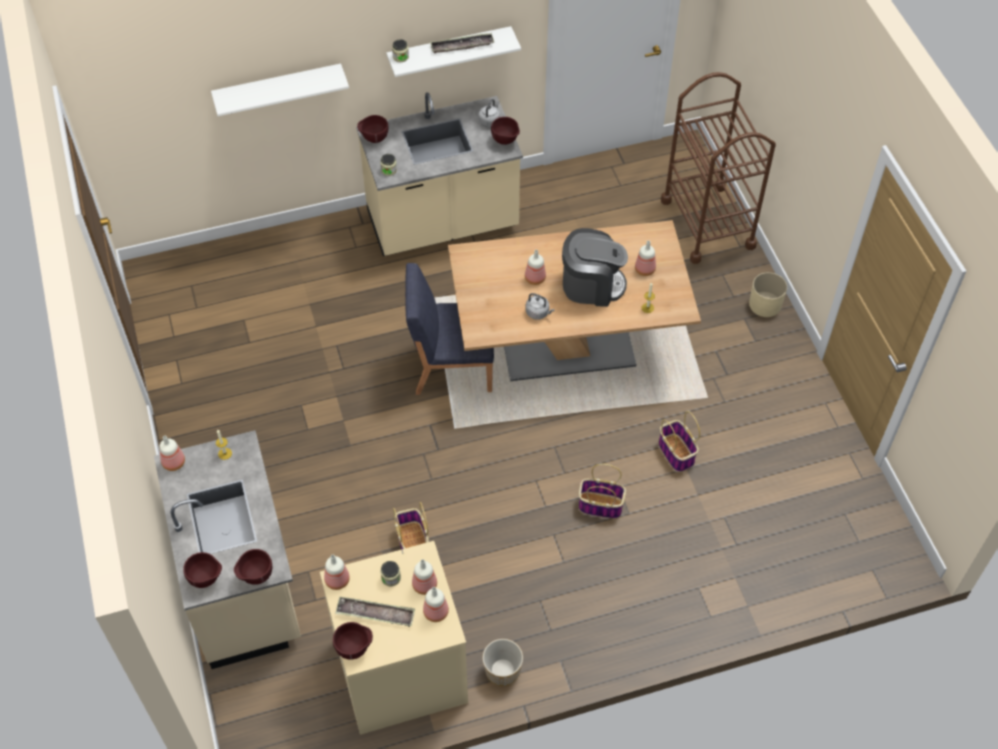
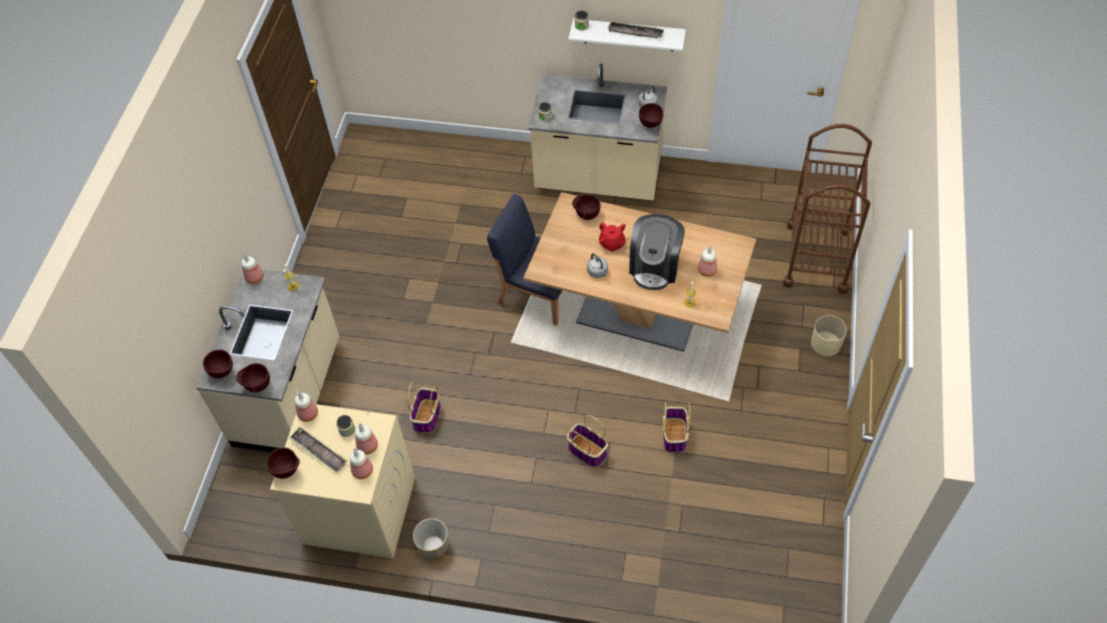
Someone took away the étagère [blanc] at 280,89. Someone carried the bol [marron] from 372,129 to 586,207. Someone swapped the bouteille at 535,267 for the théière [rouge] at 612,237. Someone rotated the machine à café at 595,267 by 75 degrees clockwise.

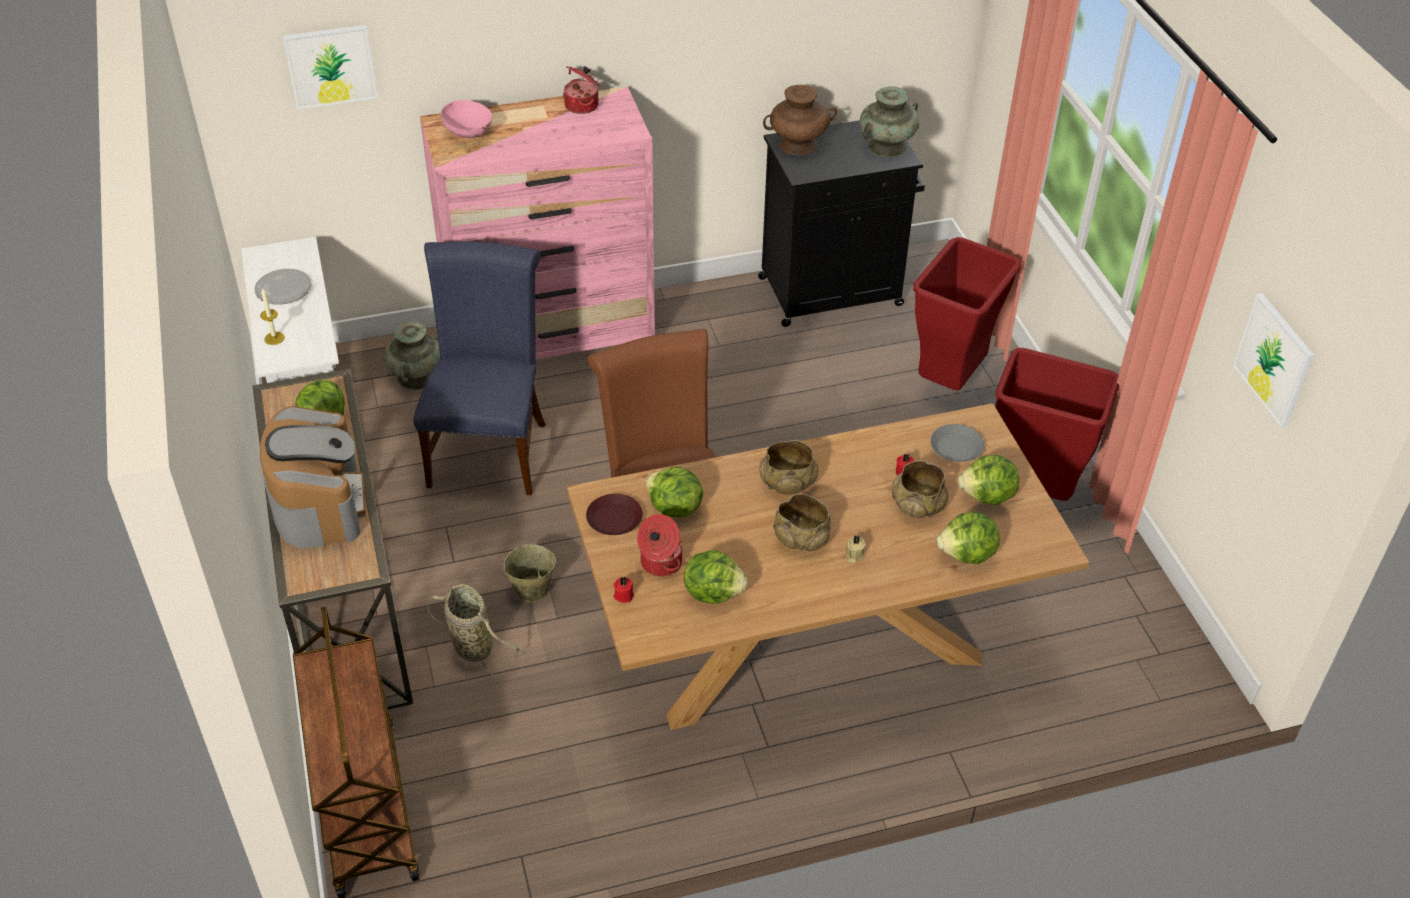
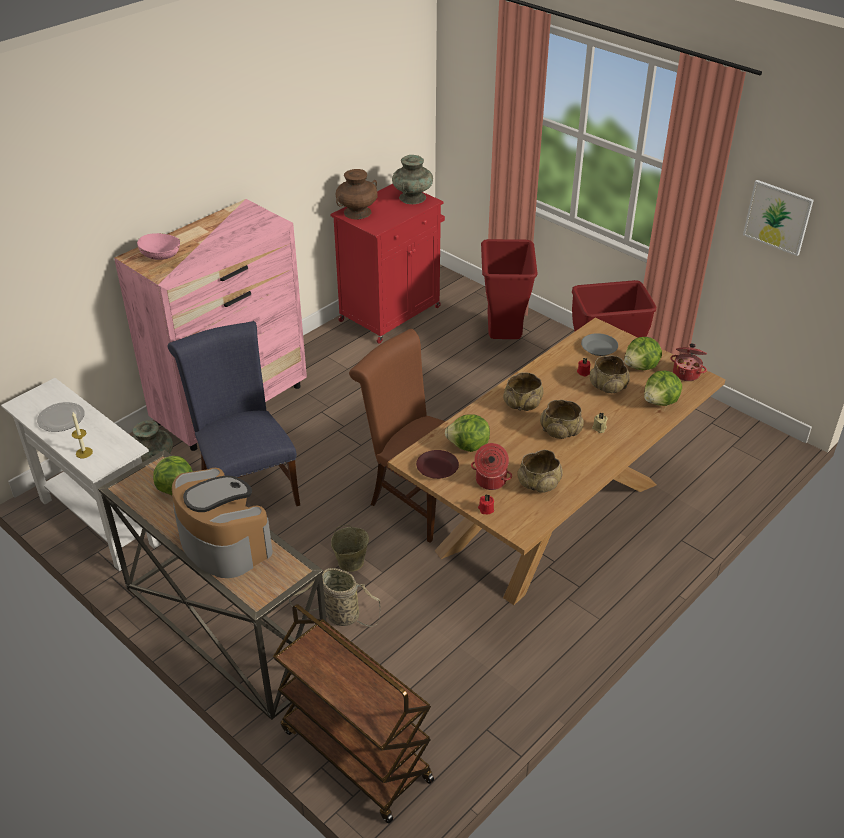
Someone took away the tableau at 330,67. Someone carried the marmite from 581,90 to 688,362. Someone swapped the laitue at 716,577 for the bol [beige] at 540,471. Someone repainted the meuble de rangement [noir] at 841,223, which became the meuble de rangement [rouge] at 388,264.

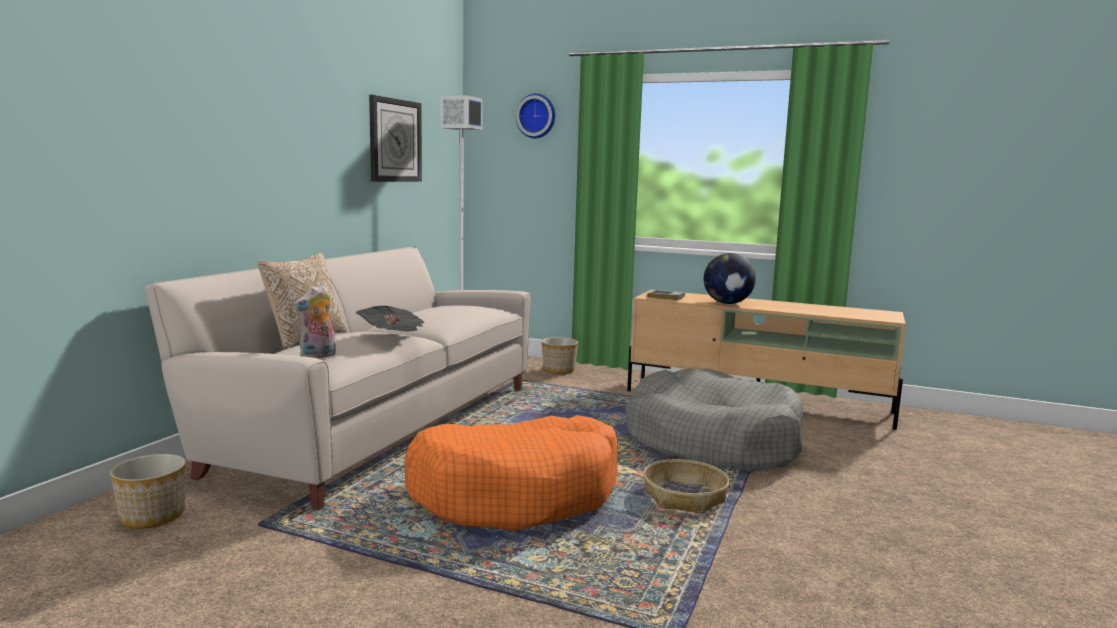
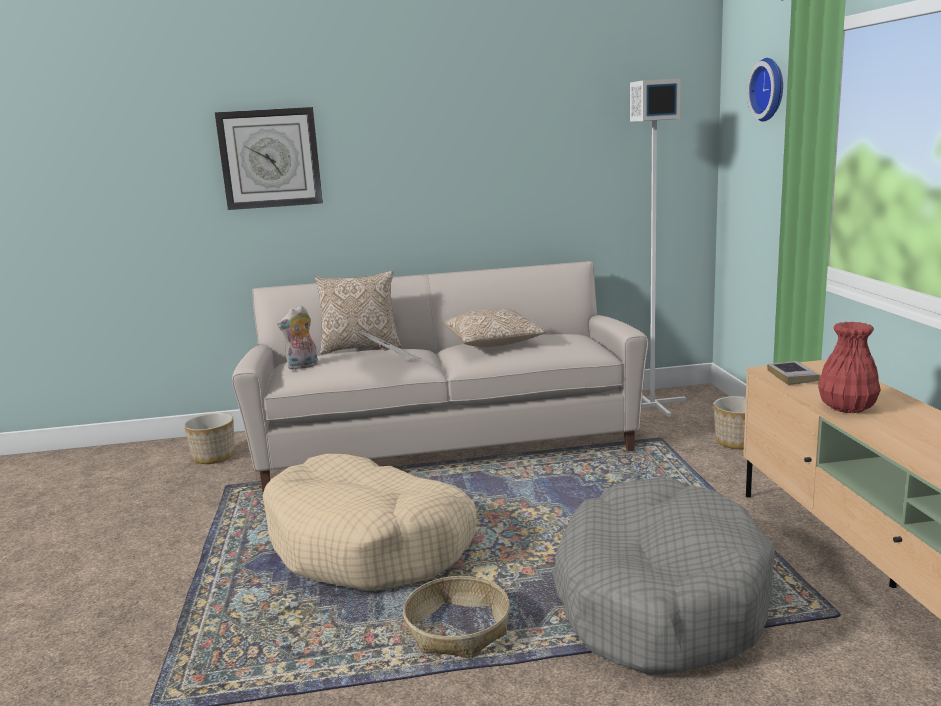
Someone rotated the peluche at 314,321 by 45 degrees counterclockwise. Someone carried the horloge murale from 395,138 to 269,158. Someone repainted the panier pour chien [orange] at 511,473, which became the panier pour chien [beige] at 369,522. Someone swapped the globe at 729,278 for the vase [rouge] at 849,367. Someone put down the coussin at 495,327.

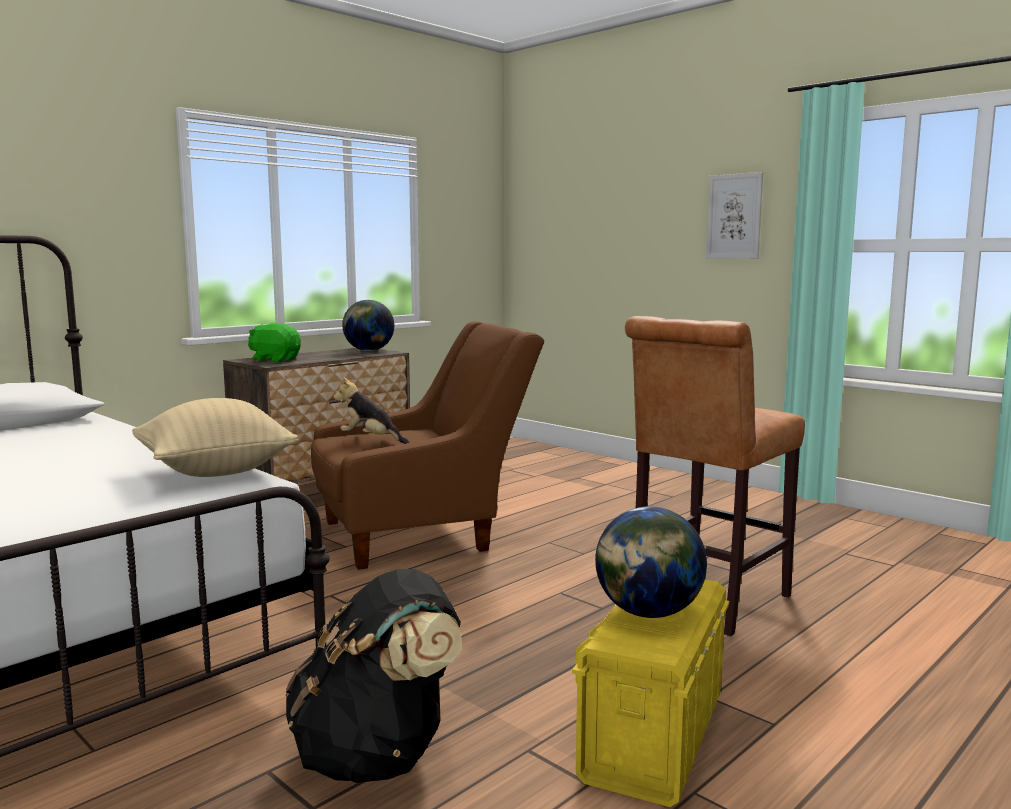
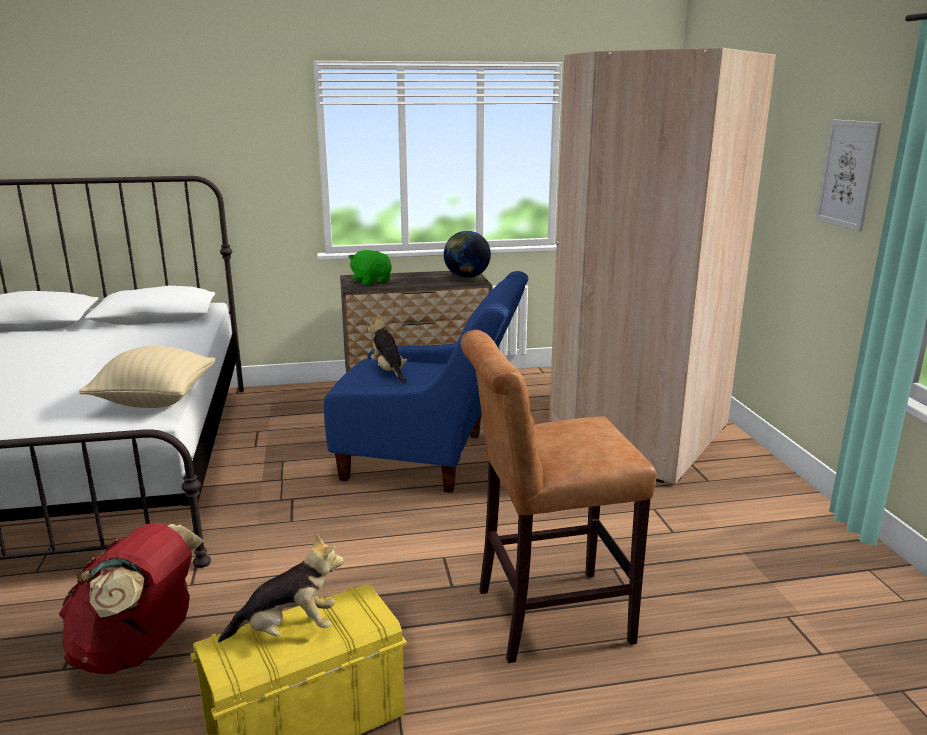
Someone repainted the sac à dos [noir] at 373,676, which became the sac à dos [rouge] at 131,598. Someone repainted the fauteuil [marron] at 427,445, which became the fauteuil [bleu] at 426,382. Someone swapped the globe at 651,562 for the peluche at 281,587. Someone put down the armoire [beige] at 662,266.

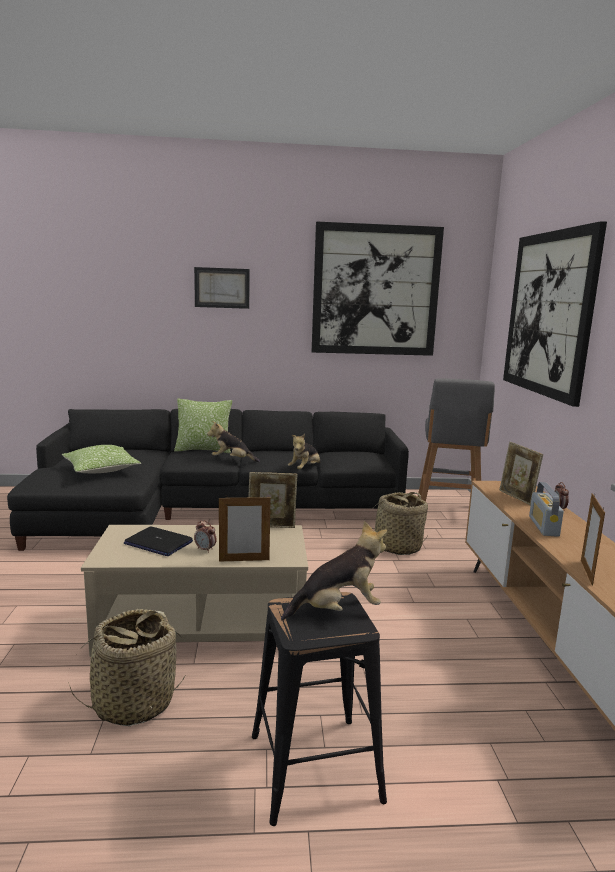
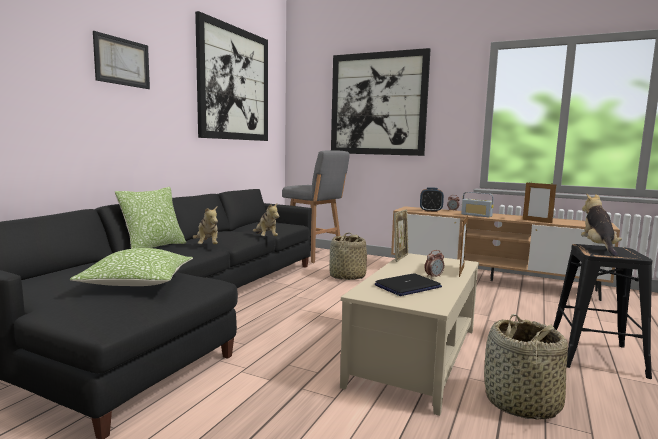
Someone rotated the peluche at 233,441 by 60 degrees counterclockwise. Someone swapped the cadre photo at 521,474 for the réveil at 432,199.

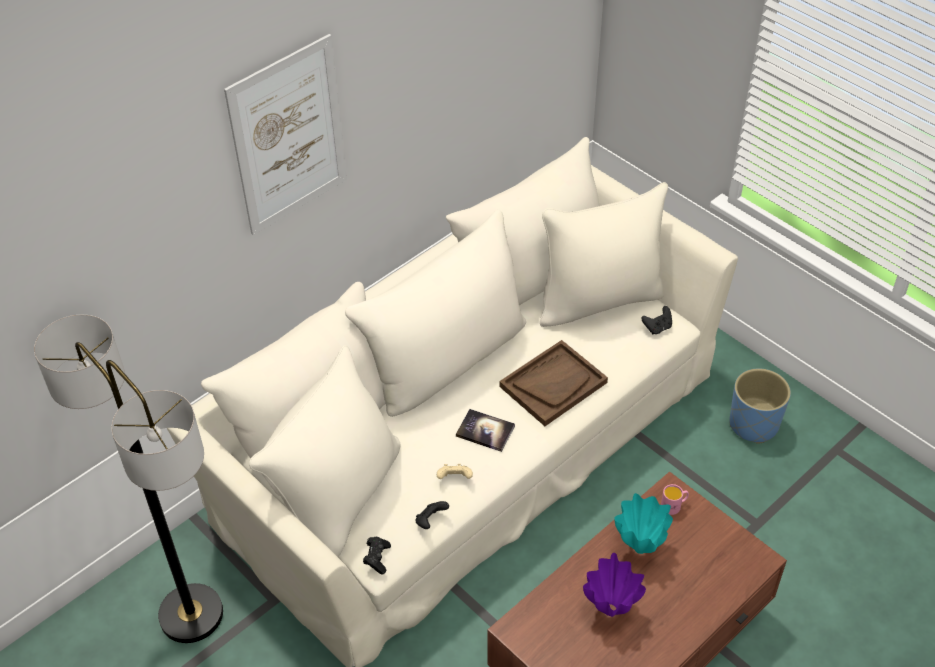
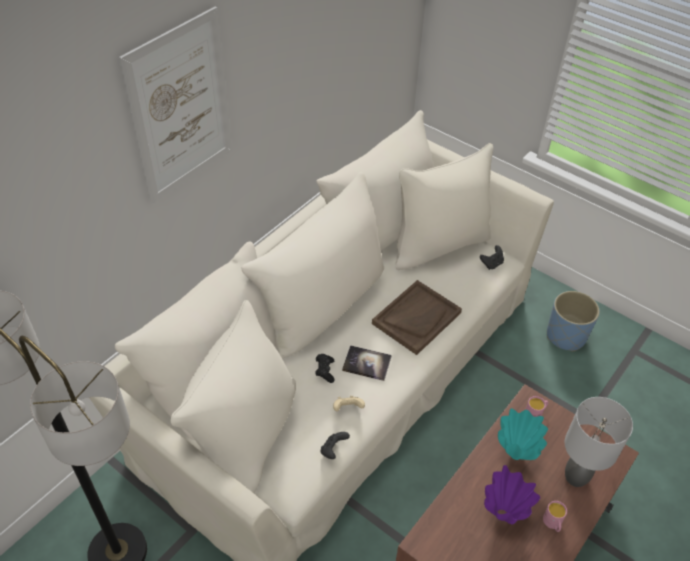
Someone carried the manette [noir] from 377,556 to 325,368. Someone put down the mug [rose] at 555,516. Someone put down the lampe de table [gris] at 599,442.

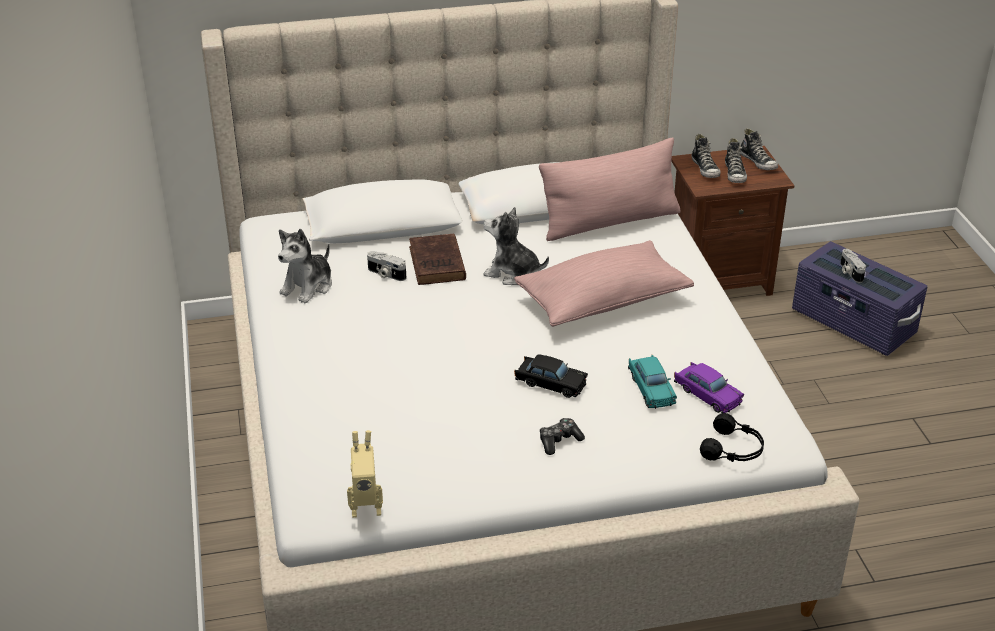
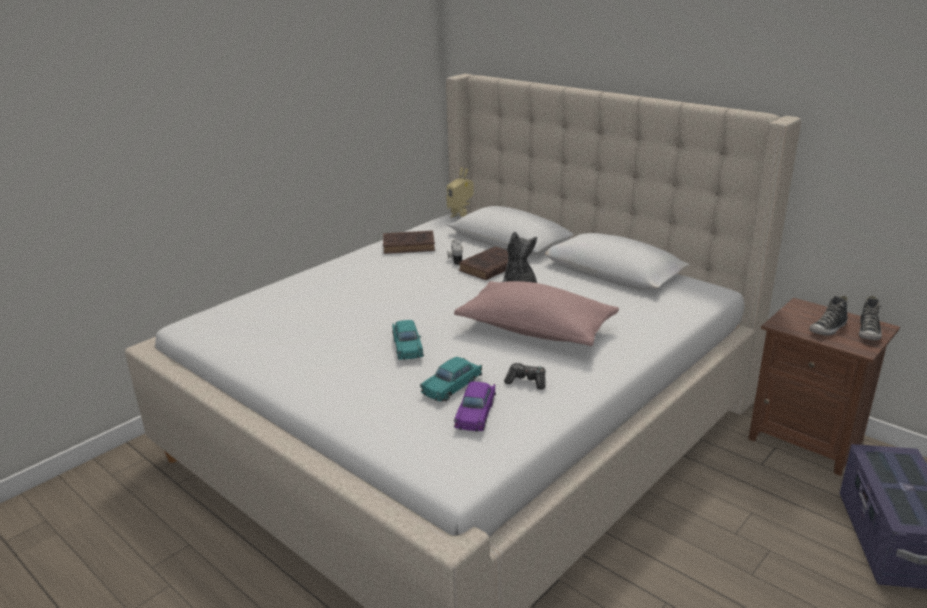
Someone swapped the peluche at 305,266 for the livre [marron] at 409,242. Someone carried the robot jouet from 365,474 to 460,192. Someone repainted the petite voiture [noir] at 551,376, which became the petite voiture [turquoise] at 408,340. Someone took away the coussin [rose] at 610,189. Someone carried the manette from 562,436 to 525,376. Someone took away the chaussure at 706,156. Someone took away the casque audio [noir] at 732,437. Someone took away the appareil photo at 853,266.

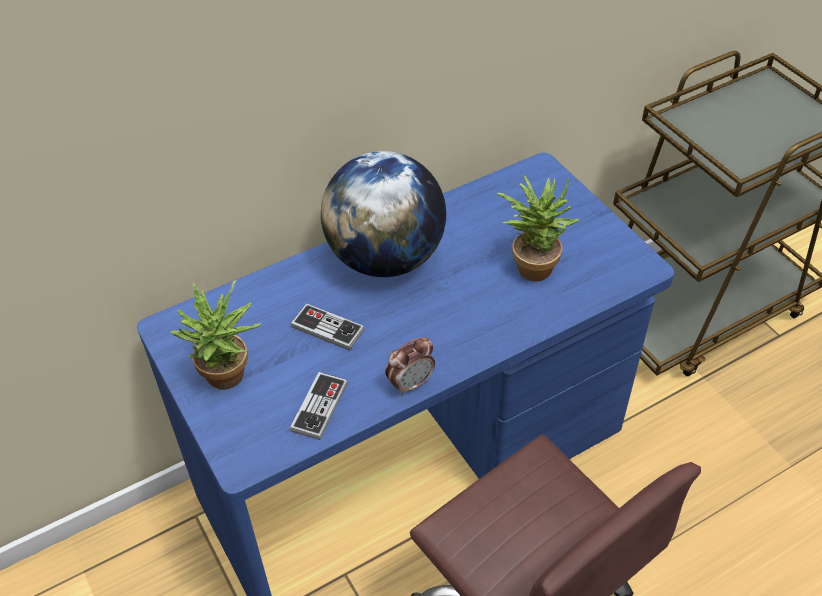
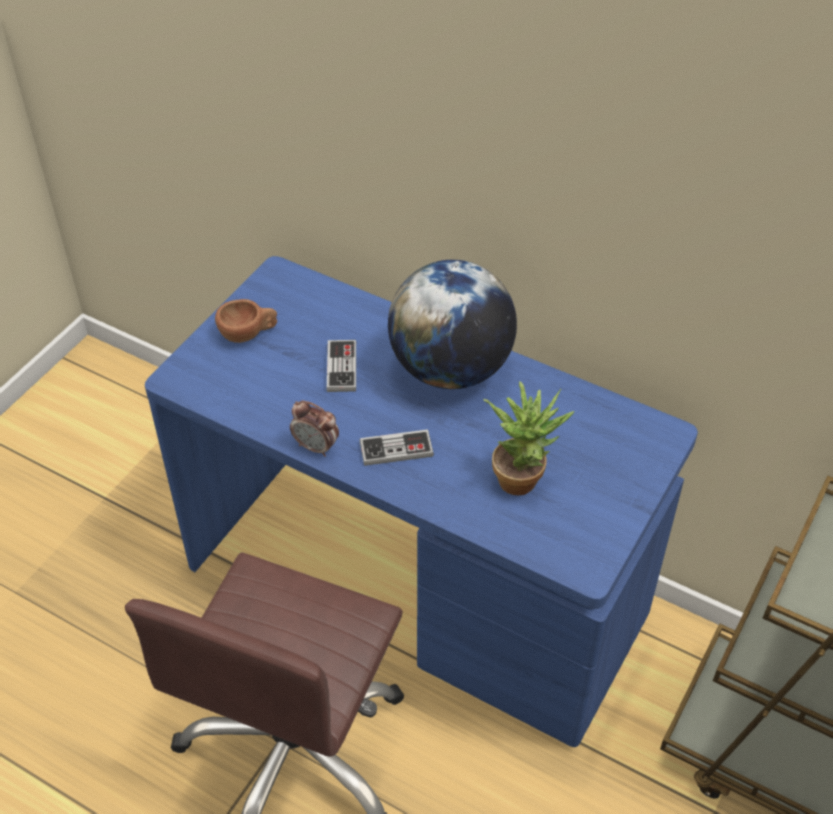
Someone swapped the plante en pot at 216,335 for the tasse [marron] at 246,321. Someone carried the manette from 319,406 to 397,447.

